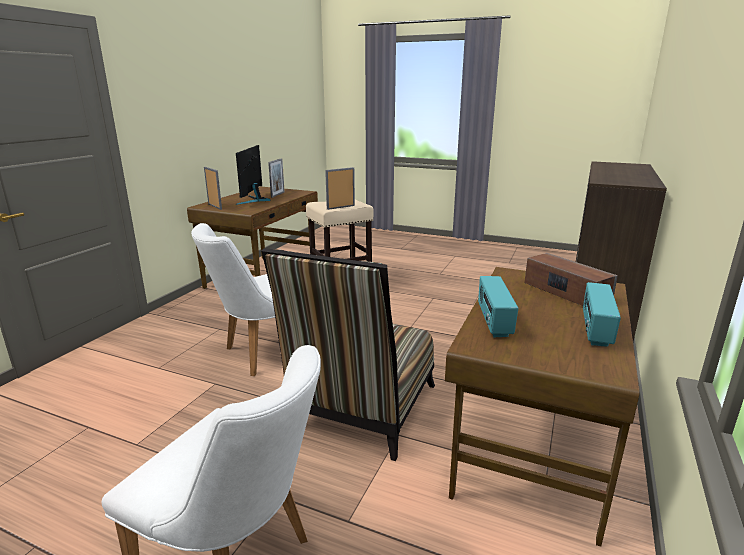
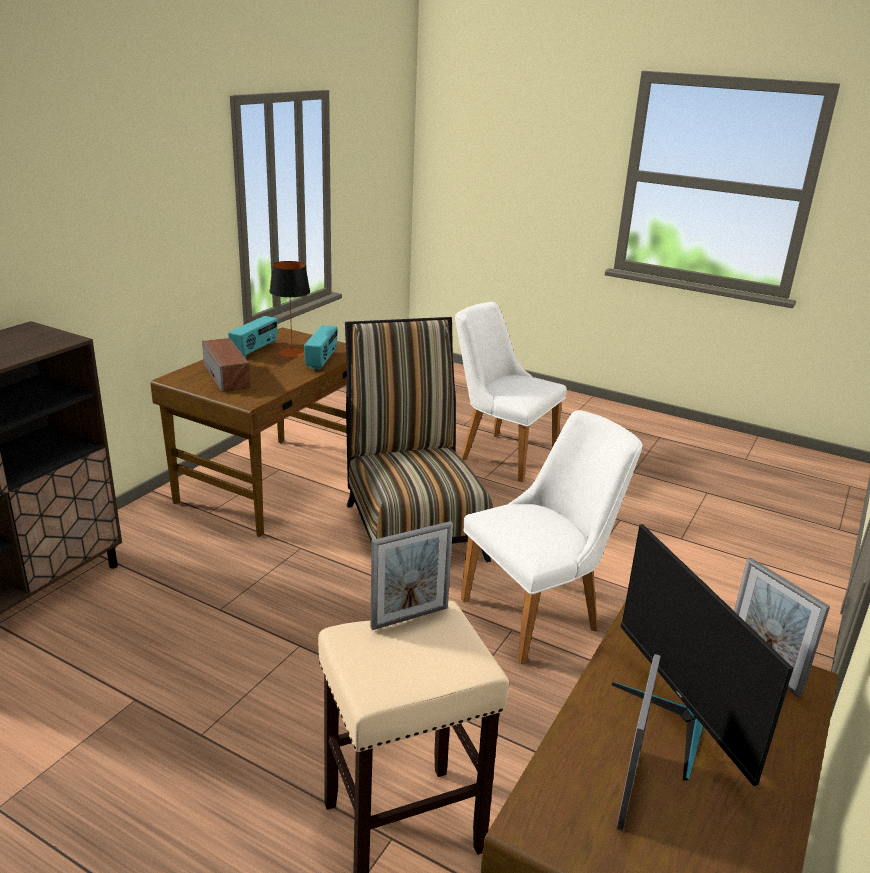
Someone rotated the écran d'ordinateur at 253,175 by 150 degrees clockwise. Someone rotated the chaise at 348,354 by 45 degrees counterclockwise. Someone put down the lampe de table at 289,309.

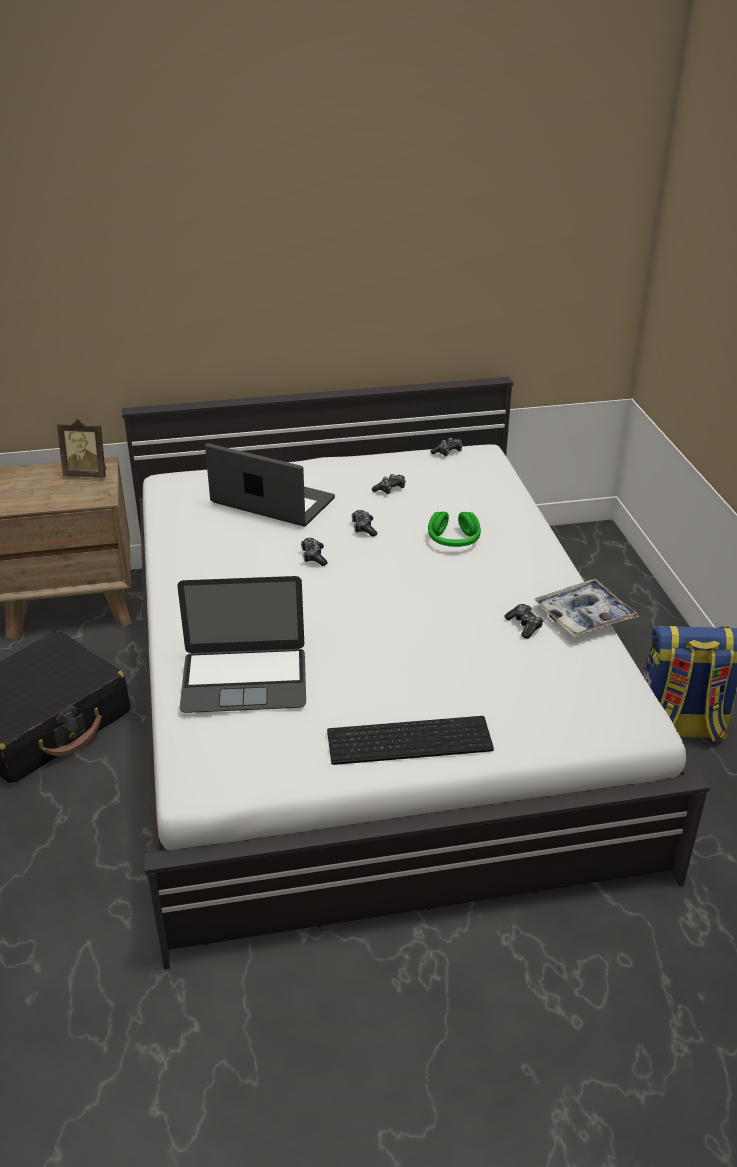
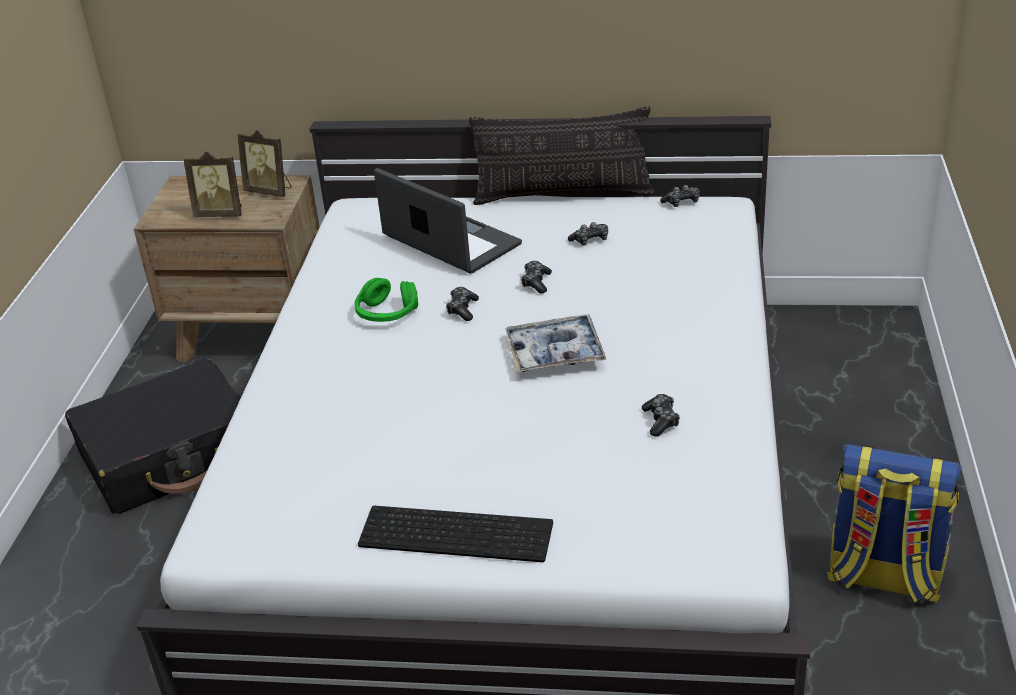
Someone took away the ordinateur portable at 241,644. Someone carried the casque audio [vert] from 454,529 to 386,300. Someone carried the plateau from 586,608 to 555,343. Someone put down the cadre photo at 213,184. Someone put down the coussin at 562,155.

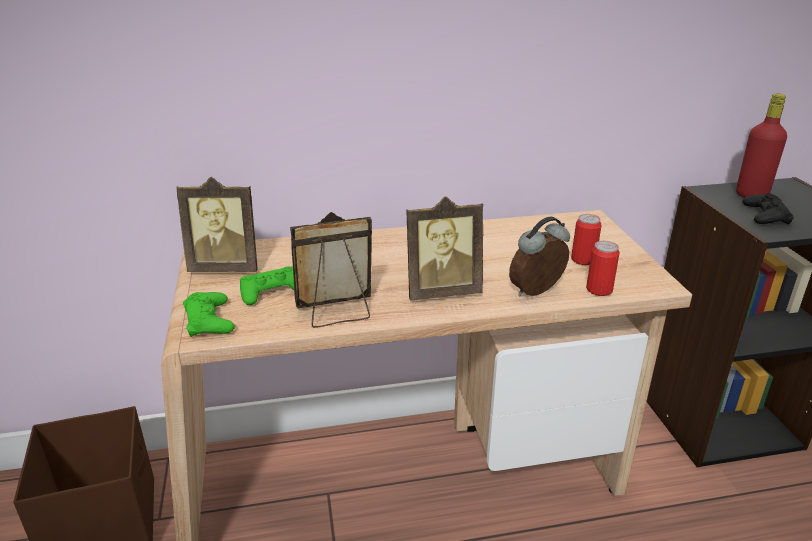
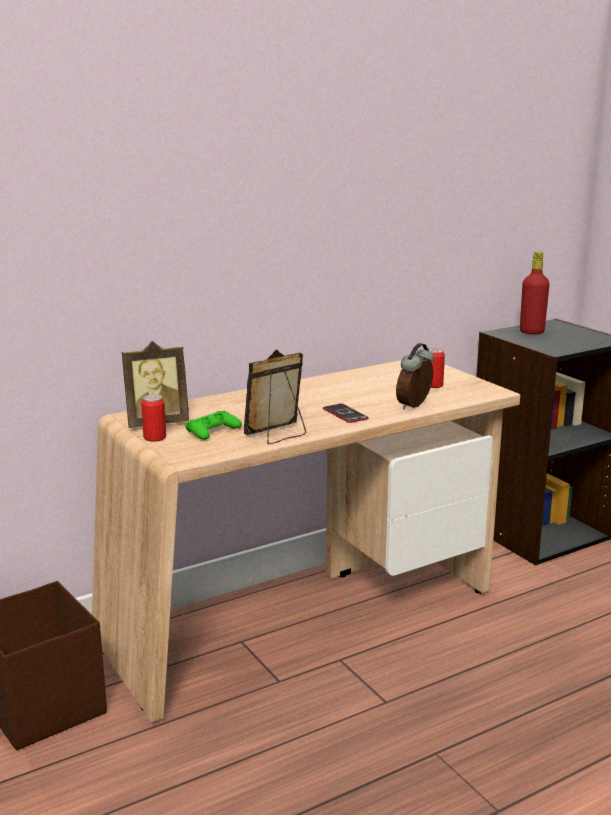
Someone took away the manette [vert] at 209,314. Someone swapped the cadre photo at 444,248 for the téléphone at 345,413. Someone carried the boîte métallique from 603,268 to 153,418. Someone took away the manette [noir] at 768,209.

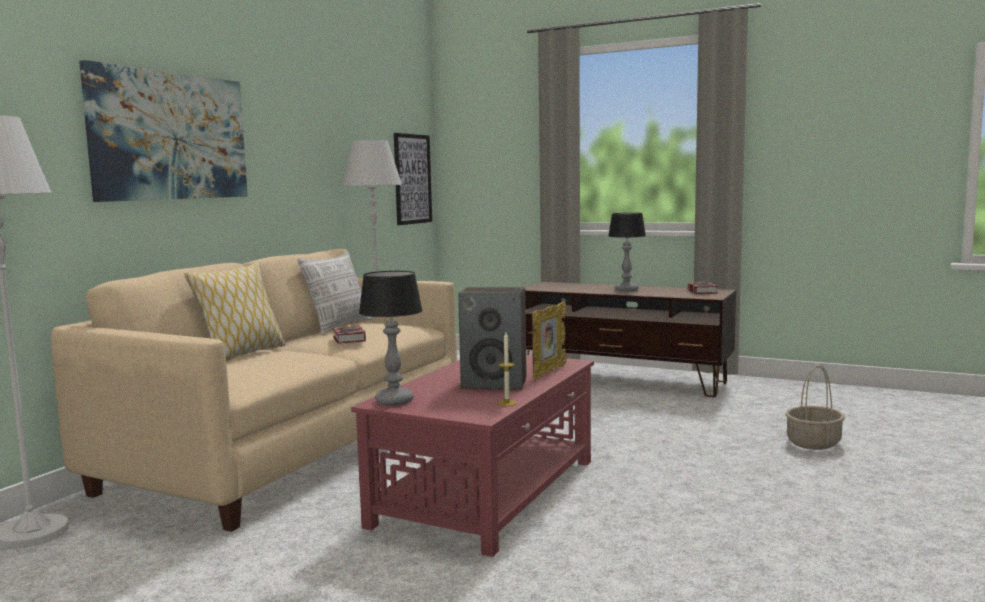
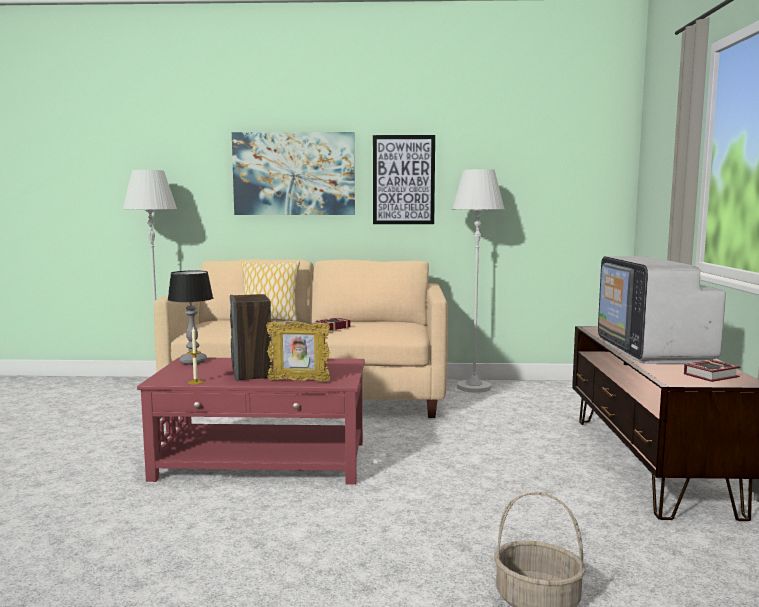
Someone took away the coussin at 334,293. Someone carried the tableau from 413,179 to 404,179. Someone swapped the lampe de table at 627,252 for the téléviseur at 662,310.

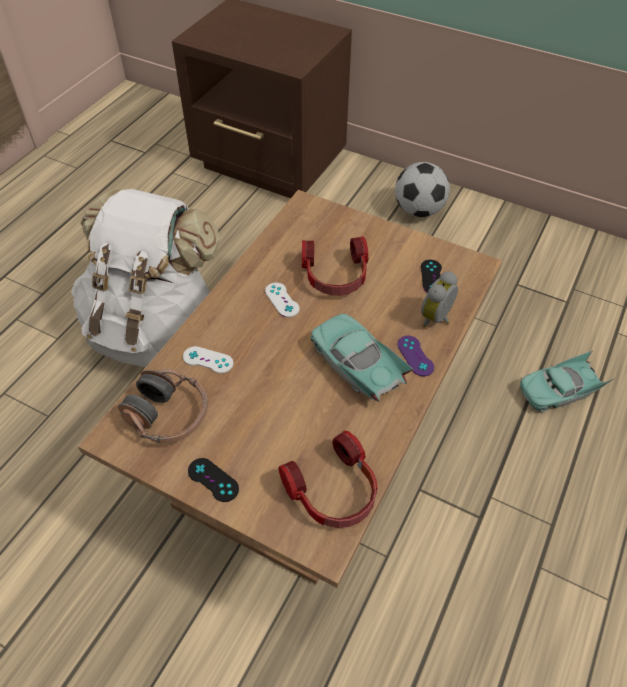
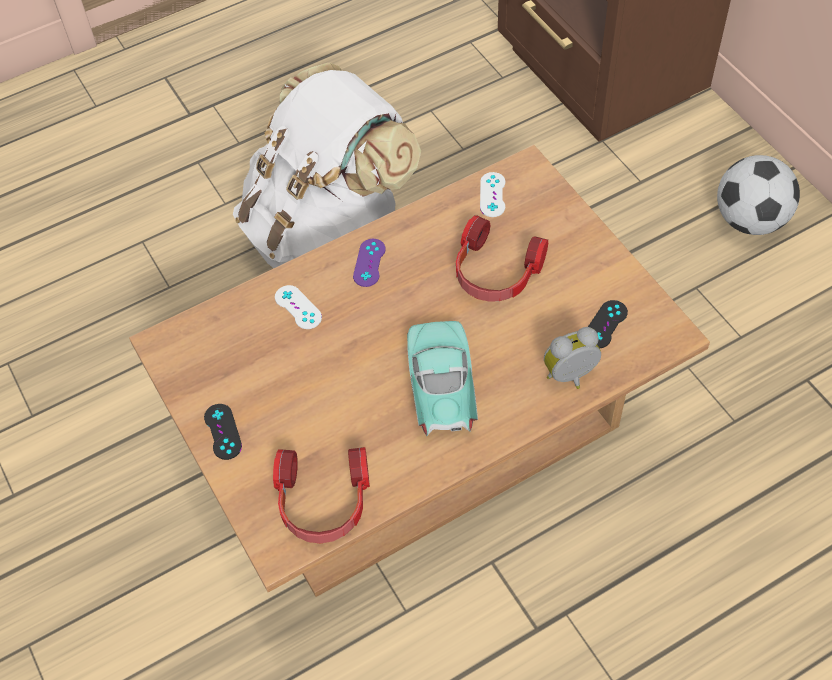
Someone took away the casque audio at 163,406. Someone carried the manette [blanc] from 282,300 to 492,194. Someone carried the manette [violet] from 415,356 to 369,263. Someone took away the petite voiture [turquoise] at 567,381.

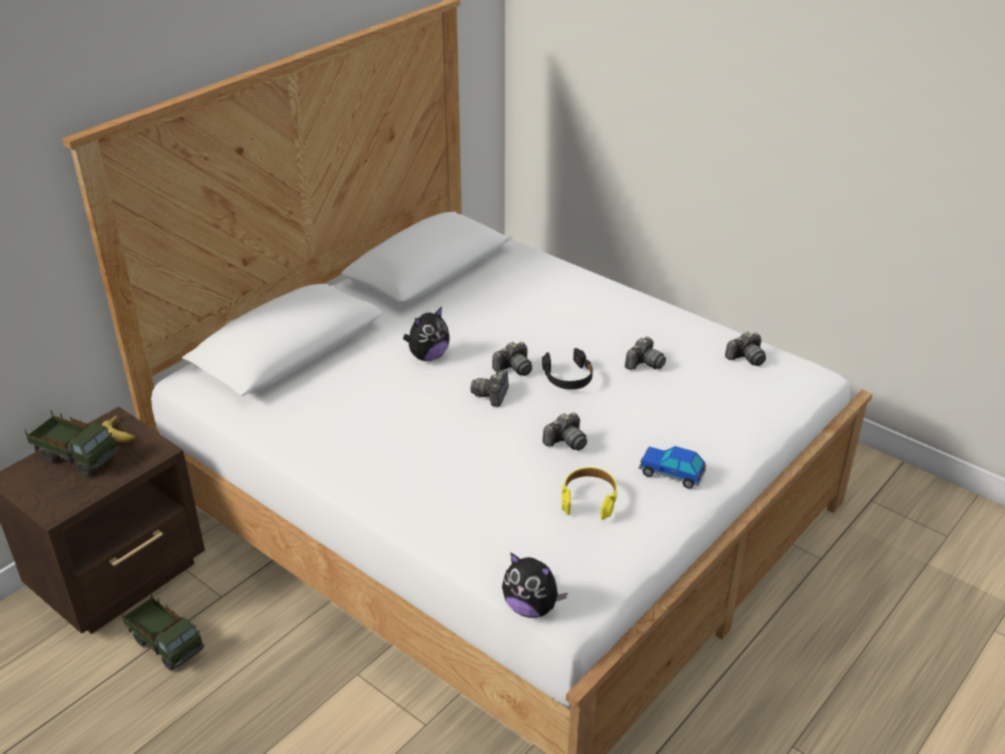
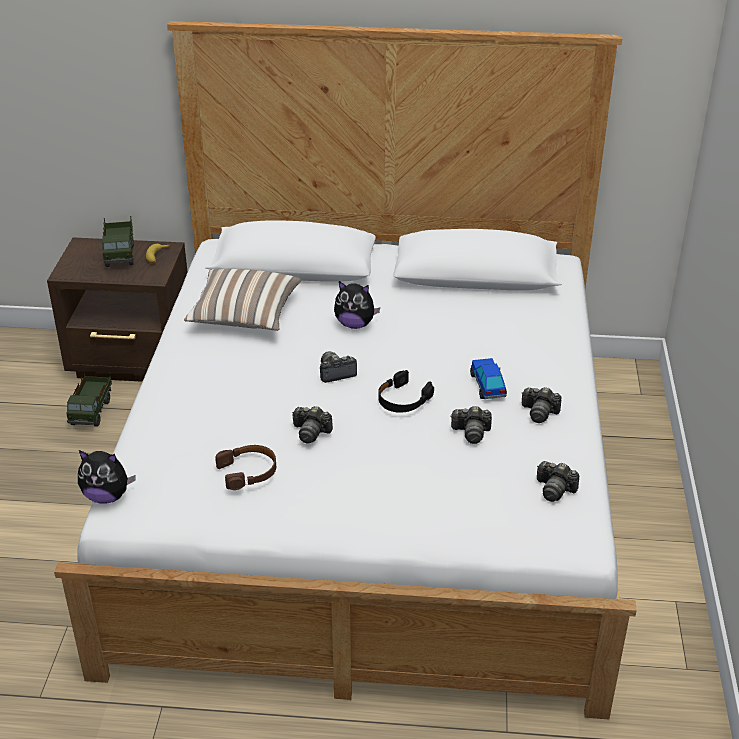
Someone carried the appareil photo from 512,359 to 542,405. Someone rotated the peluche at 534,585 by 75 degrees counterclockwise. Someone repainted the casque audio [jaune] at 590,493, which became the casque audio [marron] at 245,467. Someone carried the petite voiture from 672,467 to 488,378. Someone put down the coussin at 243,300.

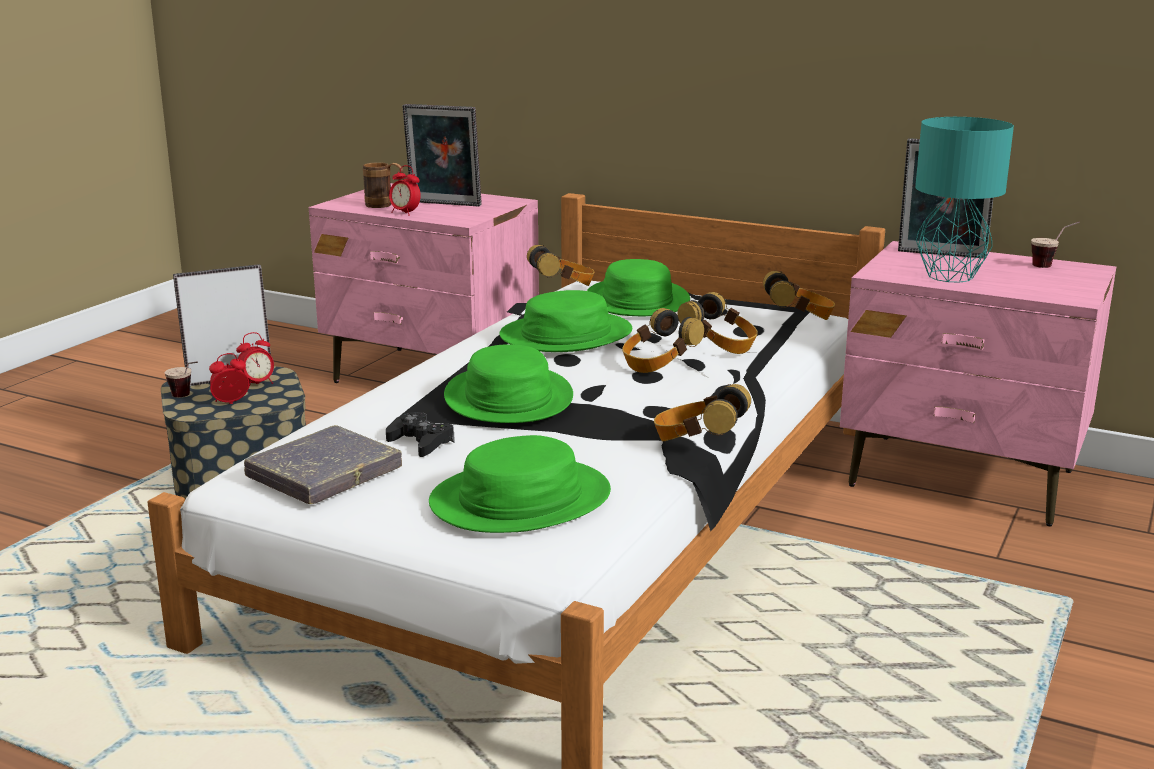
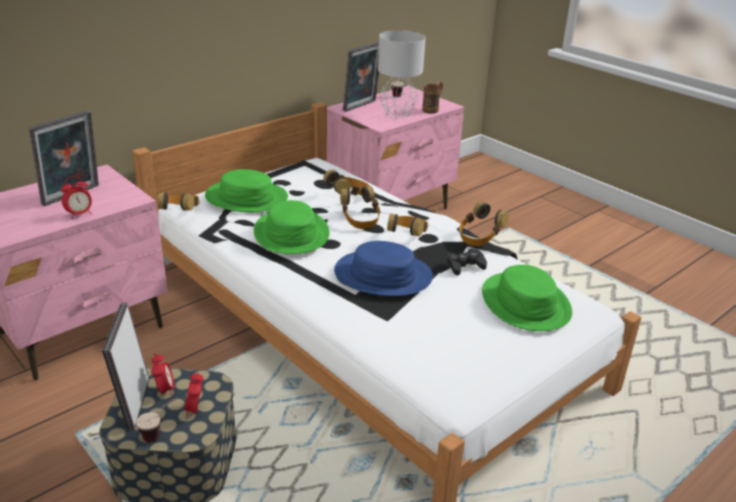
Someone took away the livre [gris] at 323,464. Someone carried the mug [marron] from 383,185 to 432,98. Someone carried the manette [noir] from 420,434 to 467,262. Someone repainted the chapeau [vert] at 508,383, which became the chapeau [bleu] at 383,268. Someone carried the casque audio from 799,295 to 407,225. Someone repainted the lampe de table [turquoise] at 964,200, which became the lampe de table [gris] at 402,74.

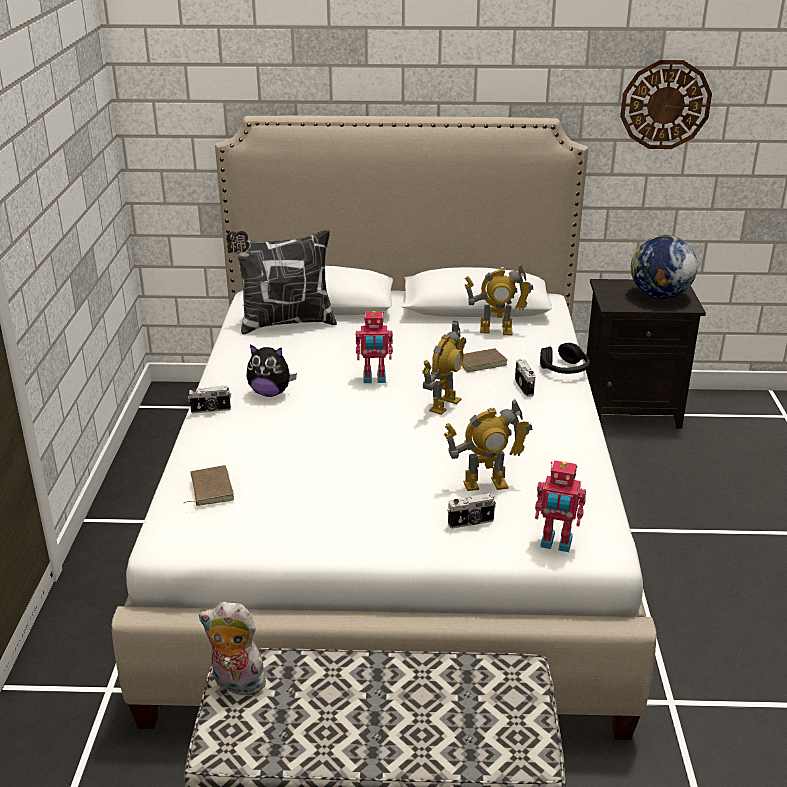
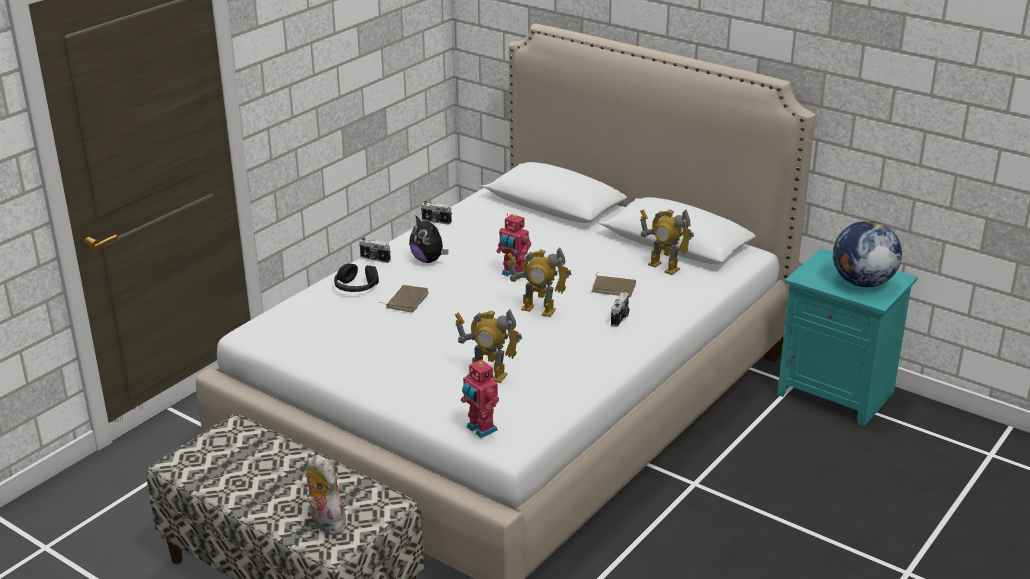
Someone carried the livre [marron] from 209,485 to 404,299. Someone carried the peluche from 234,649 to 326,495. Someone took away the coussin at 281,282. Someone rotated the robot jouet at 444,368 by 45 degrees clockwise. Someone carried the appareil photo from 471,511 to 436,213. Someone carried the casque audio [noir] from 565,358 to 356,278. Someone repainted the table de chevet [noir] at 646,353, which became the table de chevet [turquoise] at 847,337. Someone took away the horloge murale at 666,104.

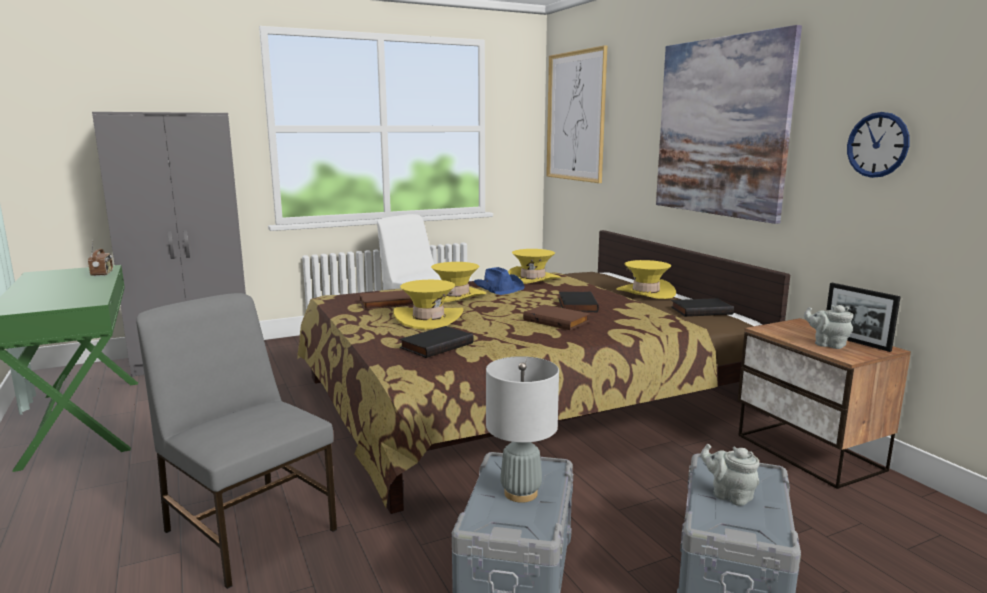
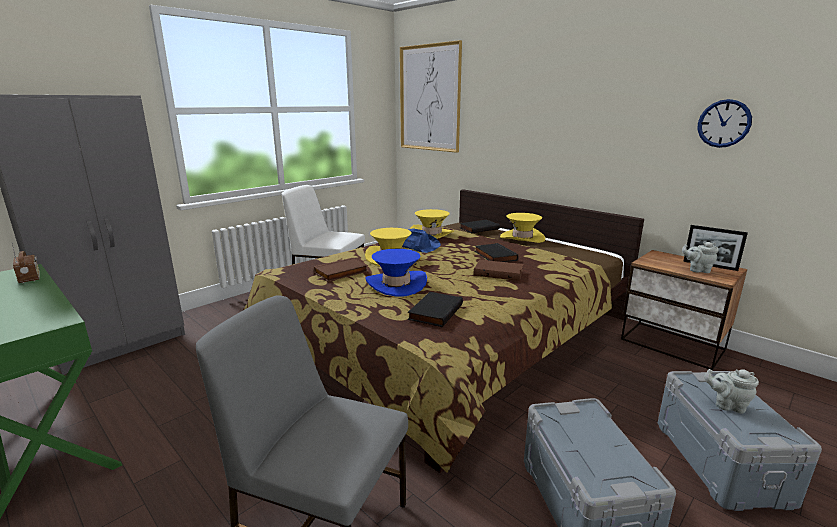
Someone repainted the chapeau [jaune] at 428,305, which became the chapeau [bleu] at 396,272. Someone took away the lampe de table [gris] at 522,429. Someone took away the tableau at 729,124. Someone carried the livre [noir] from 702,307 to 480,227.

